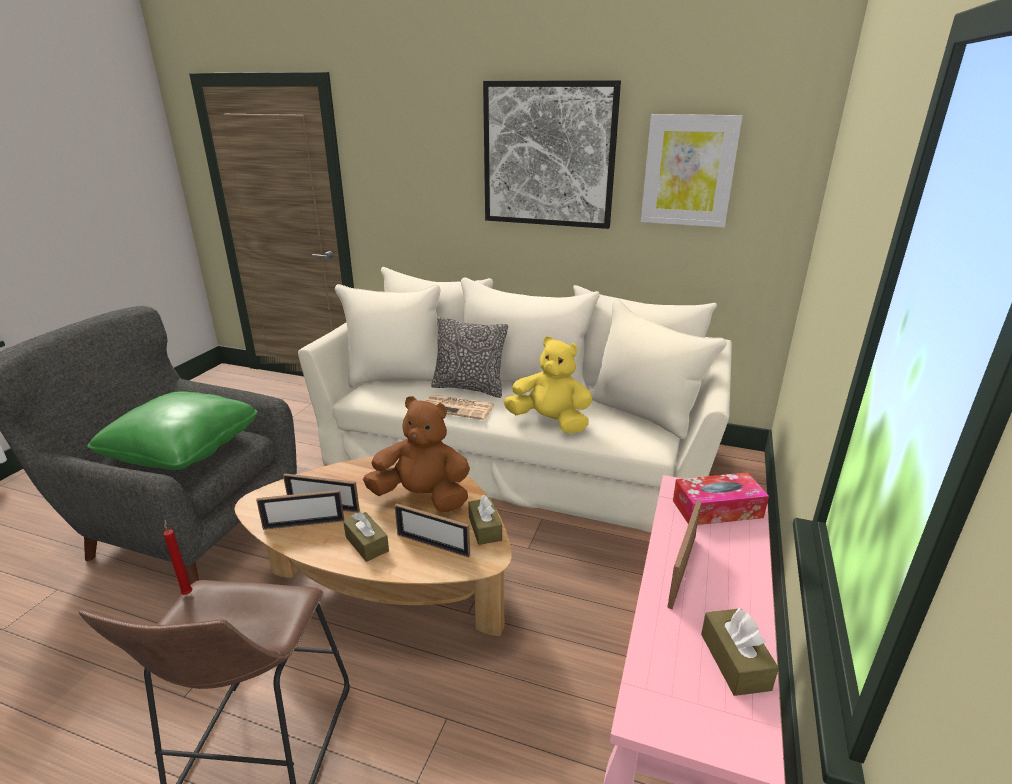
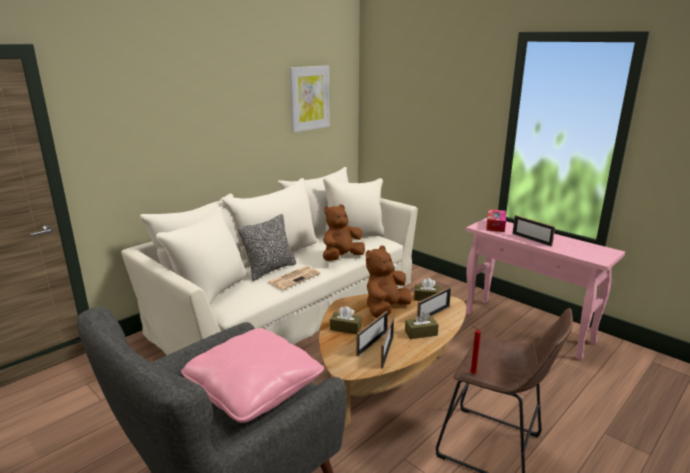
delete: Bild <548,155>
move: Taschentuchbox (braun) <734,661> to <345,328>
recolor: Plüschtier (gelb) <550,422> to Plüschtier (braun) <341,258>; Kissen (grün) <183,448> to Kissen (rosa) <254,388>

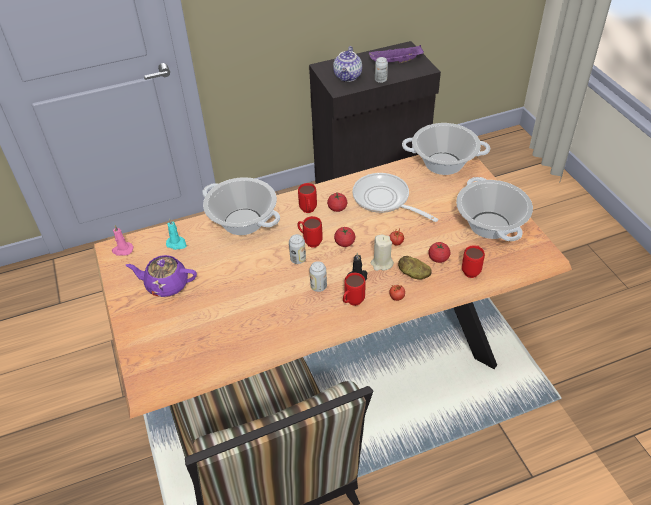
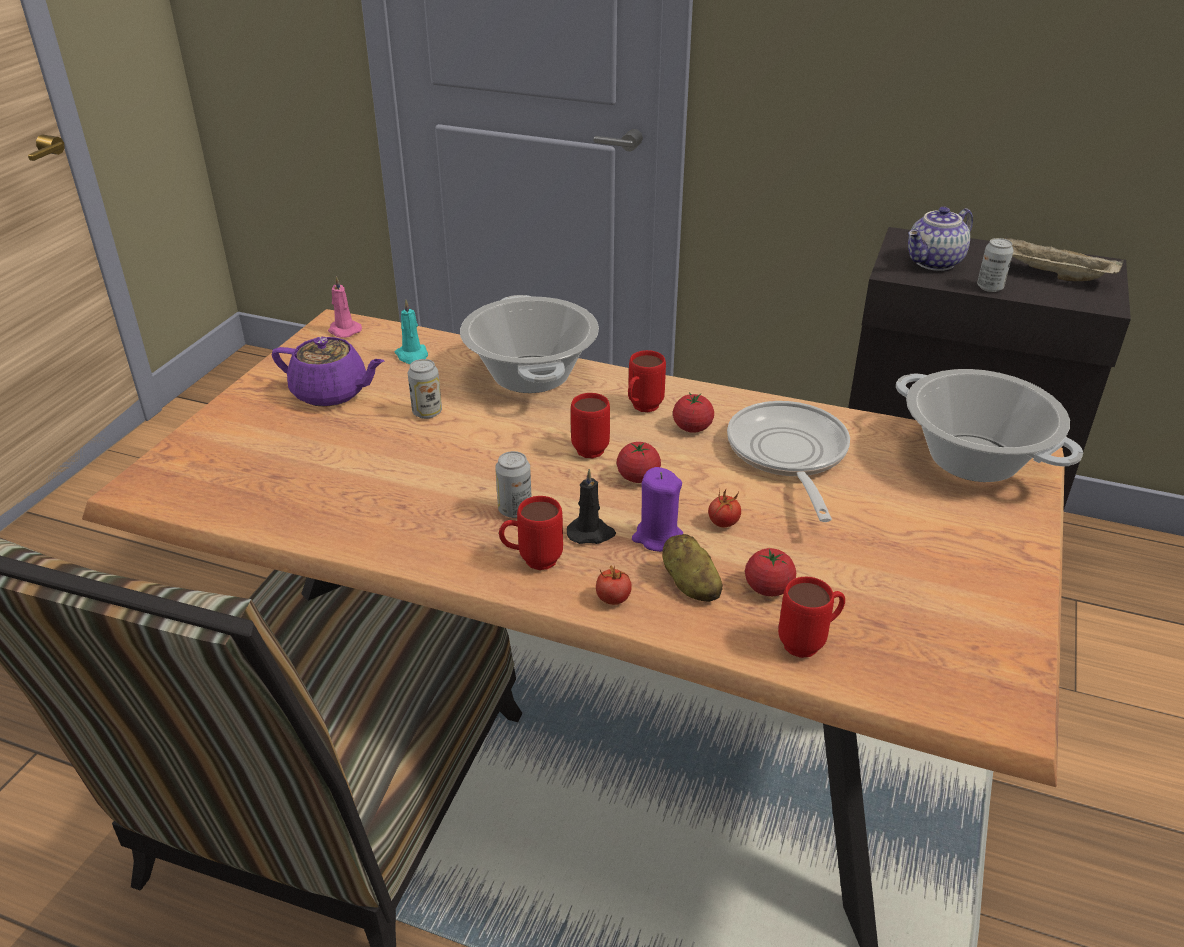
delete: Kochtopf <489,225>
move: Dose <298,259> to <427,412>
recolor: Tablett (lila) <395,62> to Tablett (beige) <1052,275>; Kerze (beige) <381,263> to Kerze (lila) <657,537>
rotate: Teekanne (lila) <166,285> = <332,393> 150 degrees clockwise

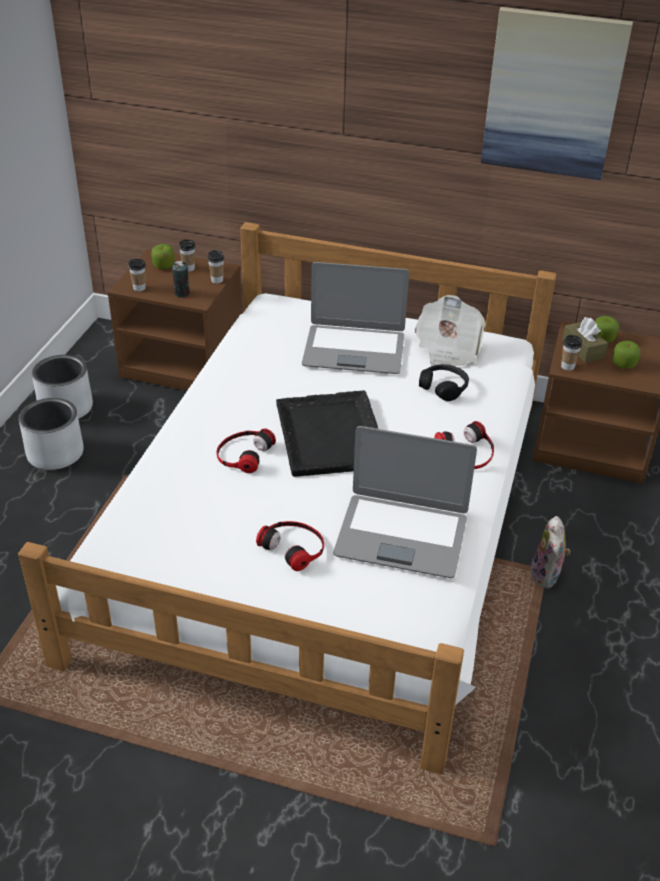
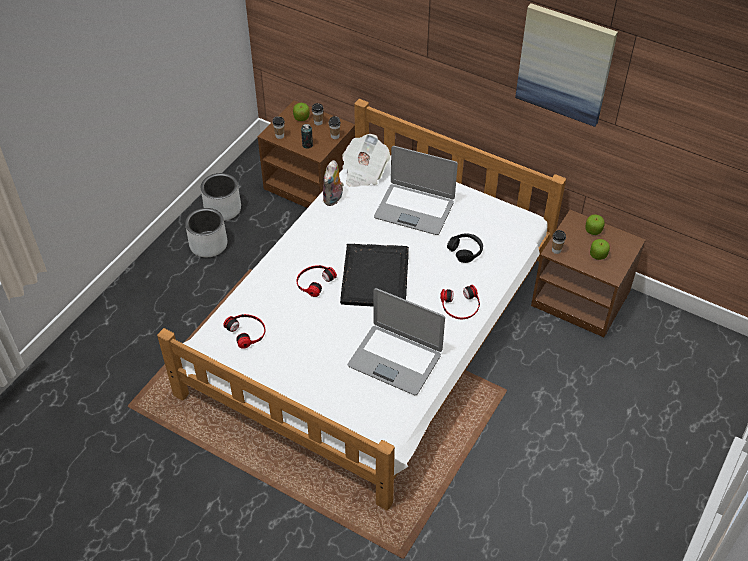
delete: Taschentuchbox (braun) <583,349>
move: Zeitung <447,350> to <364,172>; Plüschtier <547,576> to <333,199>; Kopfhörer <294,546> to <247,331>

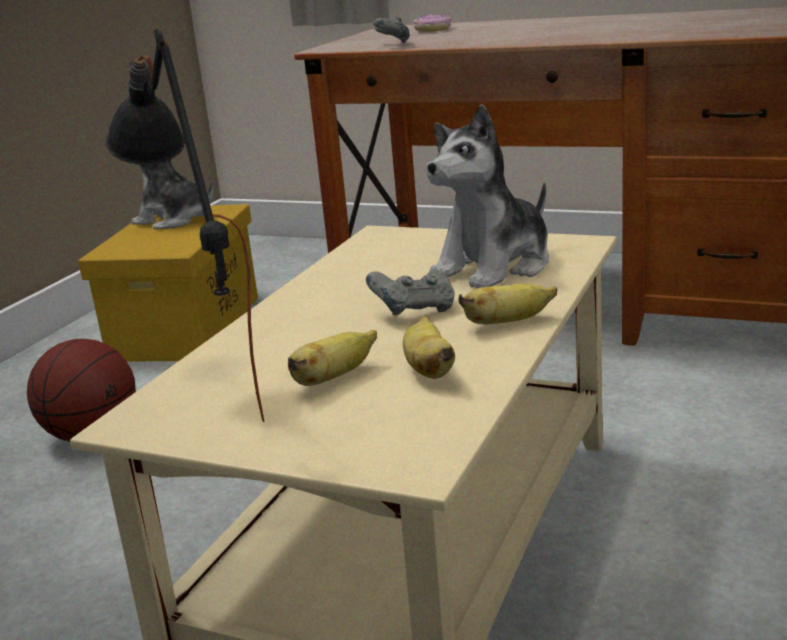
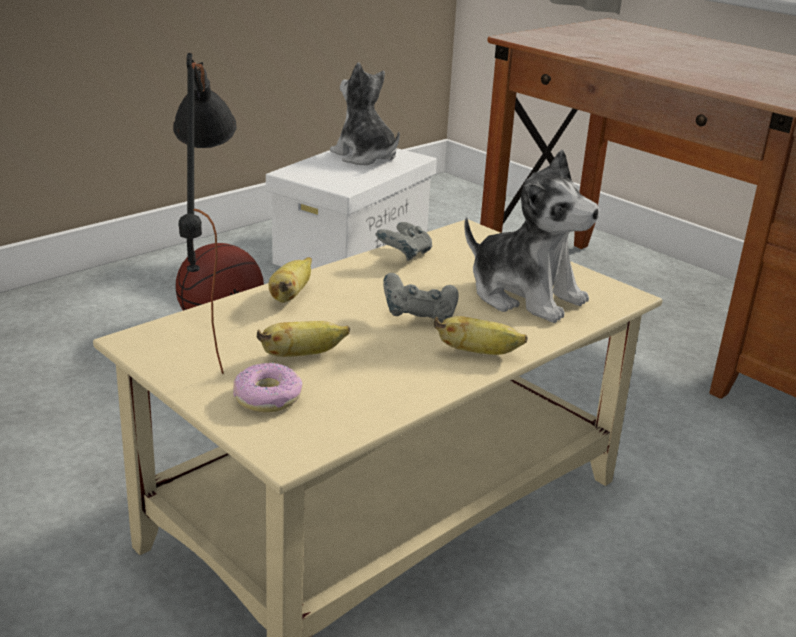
move: Donut <432,30> to <268,397>; Gamepad (grau) <392,45> to <404,256>; Banane <429,369> to <290,295>
recolor: Aufbewahrungsbox (gelb) <187,326> to Aufbewahrungsbox (weiß) <352,252>
rotate: Plüschtier <495,267> = <525,296> 120 degrees counterclockwise

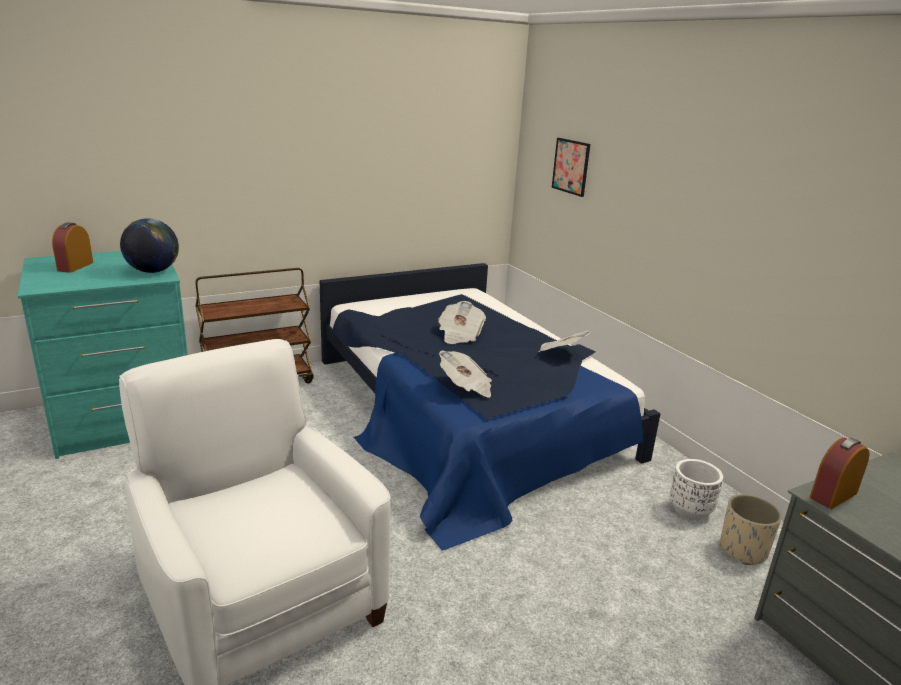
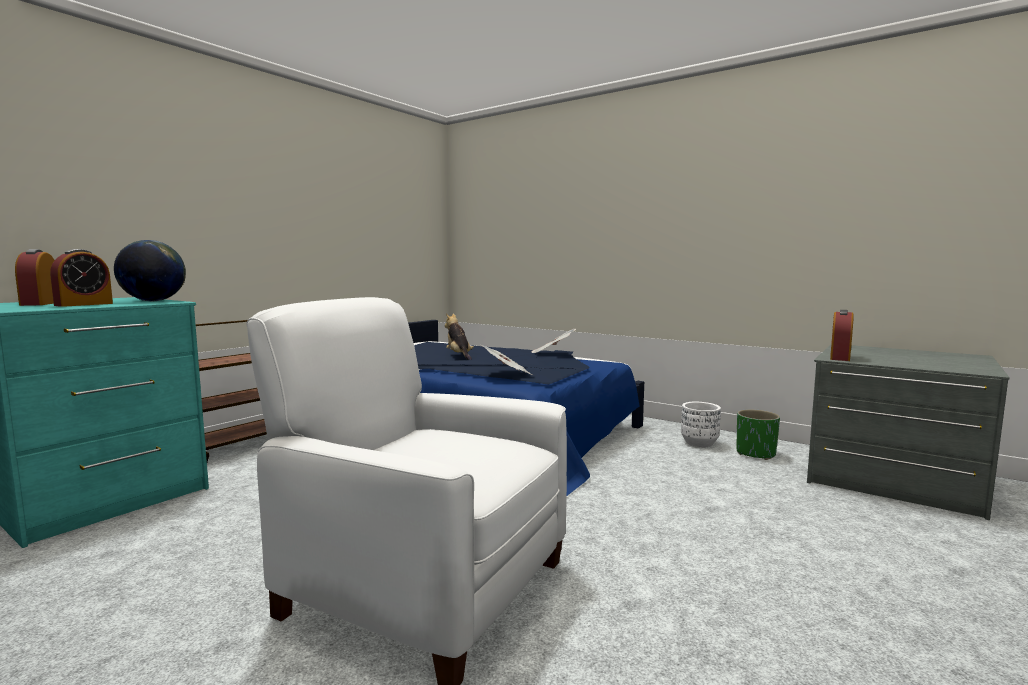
delete: Bild <571,166>
insert: Wecker <84,304>
replace: Zeitung <459,335> to Plüschtier <459,356>
recolor: Pflanzkübel (beige) <743,550> to Pflanzkübel (grün) <756,454>

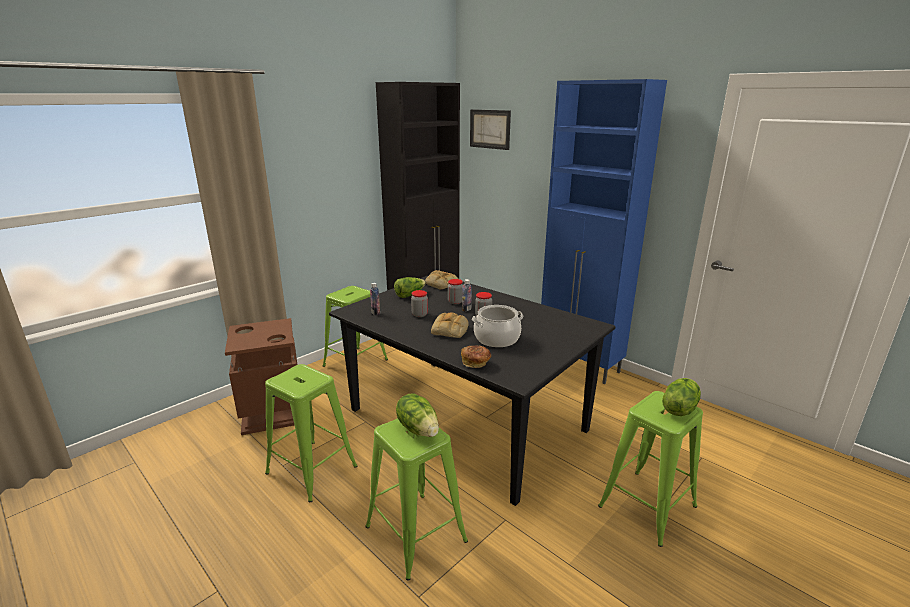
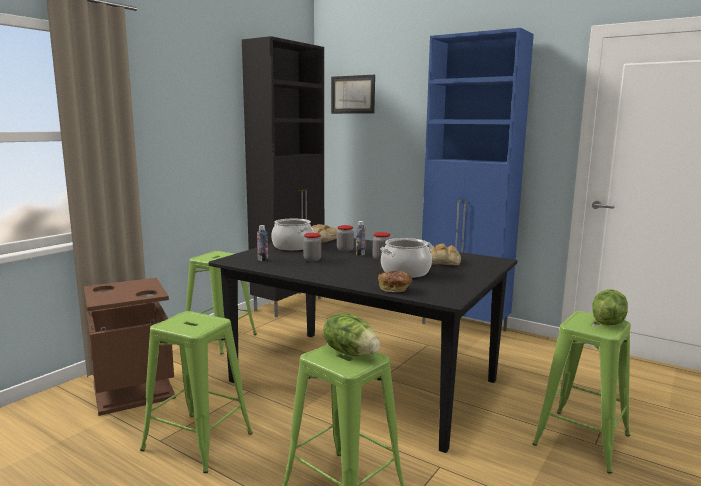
move: Brot <450,330> to <442,261>
replace: Salatkopf <409,295> to Kochtopf <292,247>

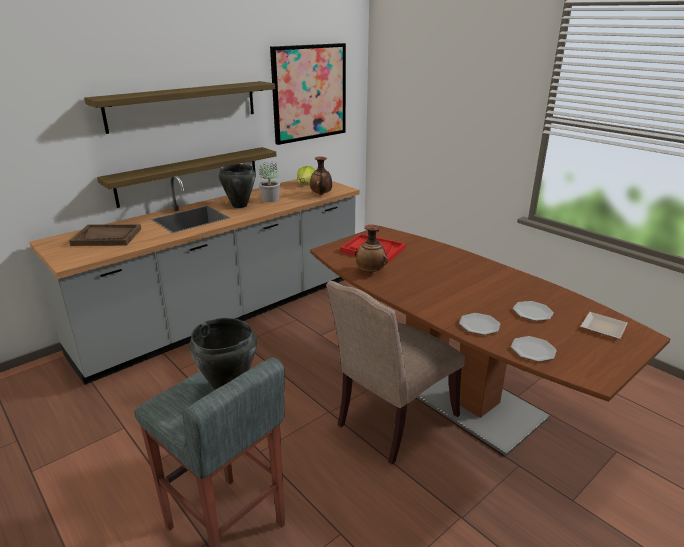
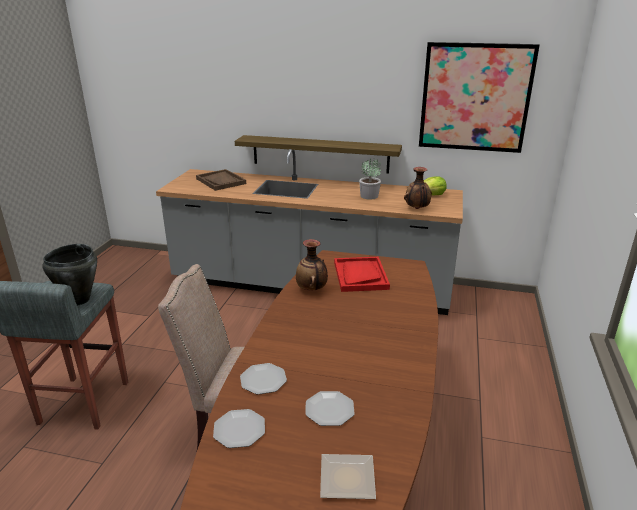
delete: Wandregal <183,105>; Kochtopf (schwarz) <239,206>

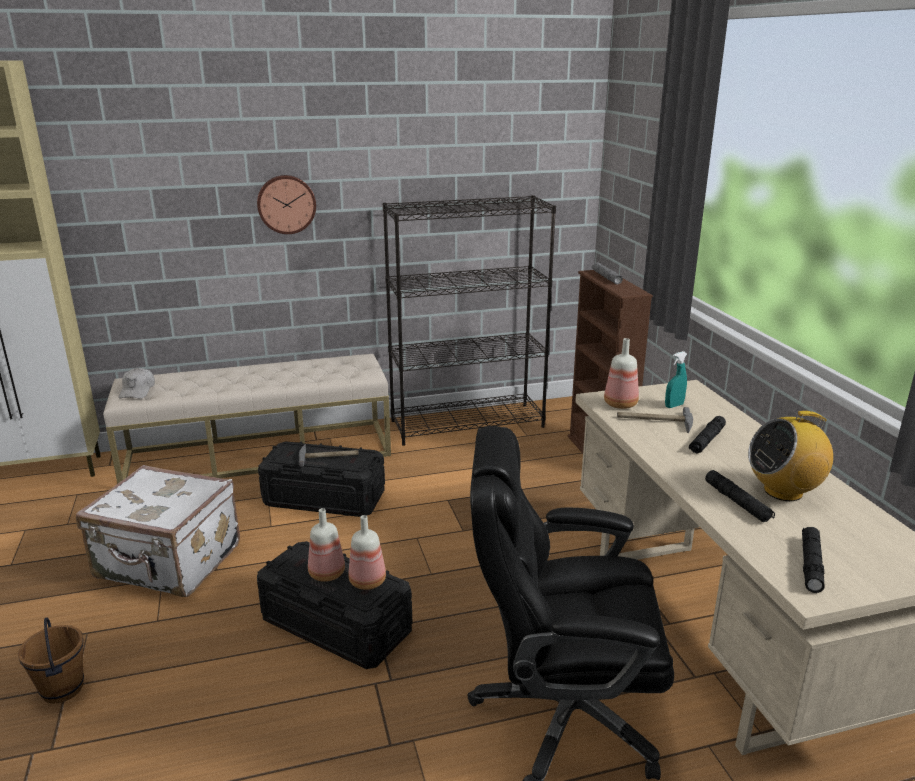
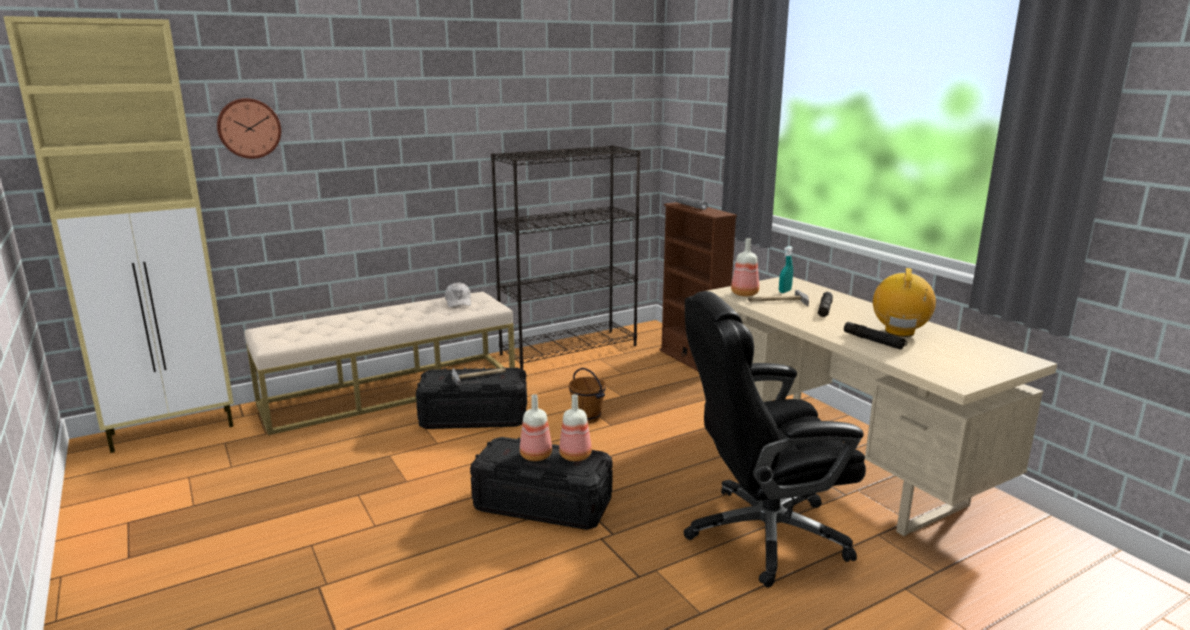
delete: Koffer (weiß) <168,563>; Taschenlampe (schwarz) <811,564>
move: Wanduhr <286,204> to <248,128>; Kappe (weiß) <138,391> to <458,302>; Eimer (braun) <63,689> to <587,417>
rotate: Radio <783,491> = <899,332> 135 degrees clockwise

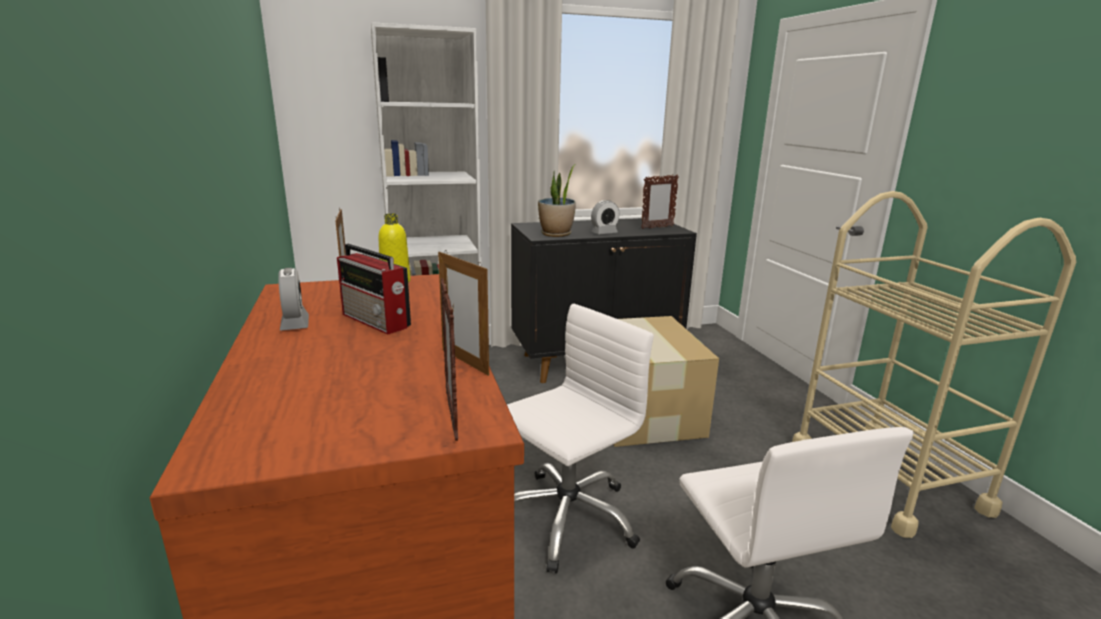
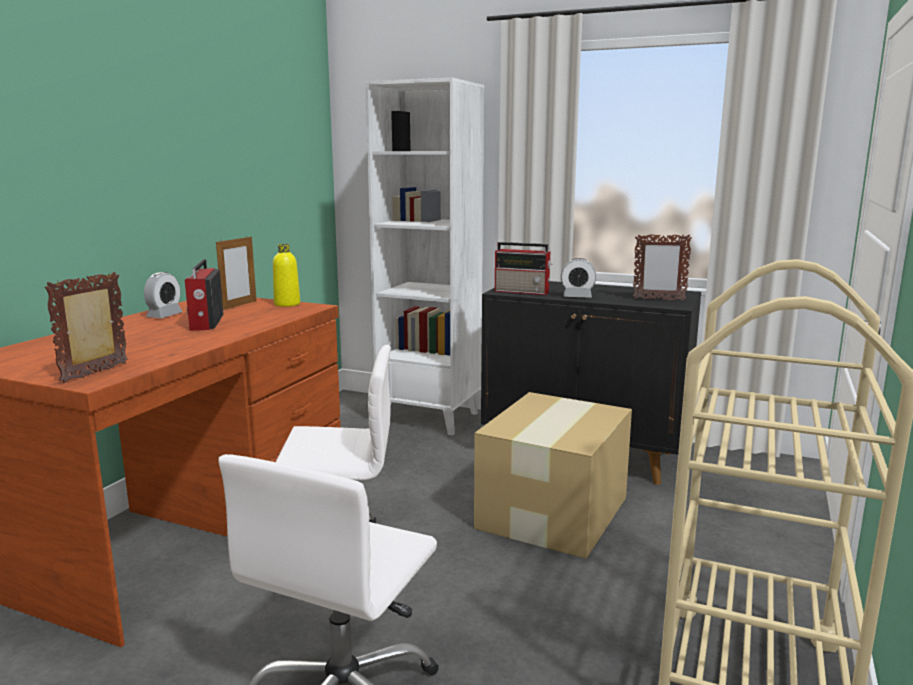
delete: Bilderrahmen <465,361>
replace: Topfpflanze <556,234> to Radio <523,291>

